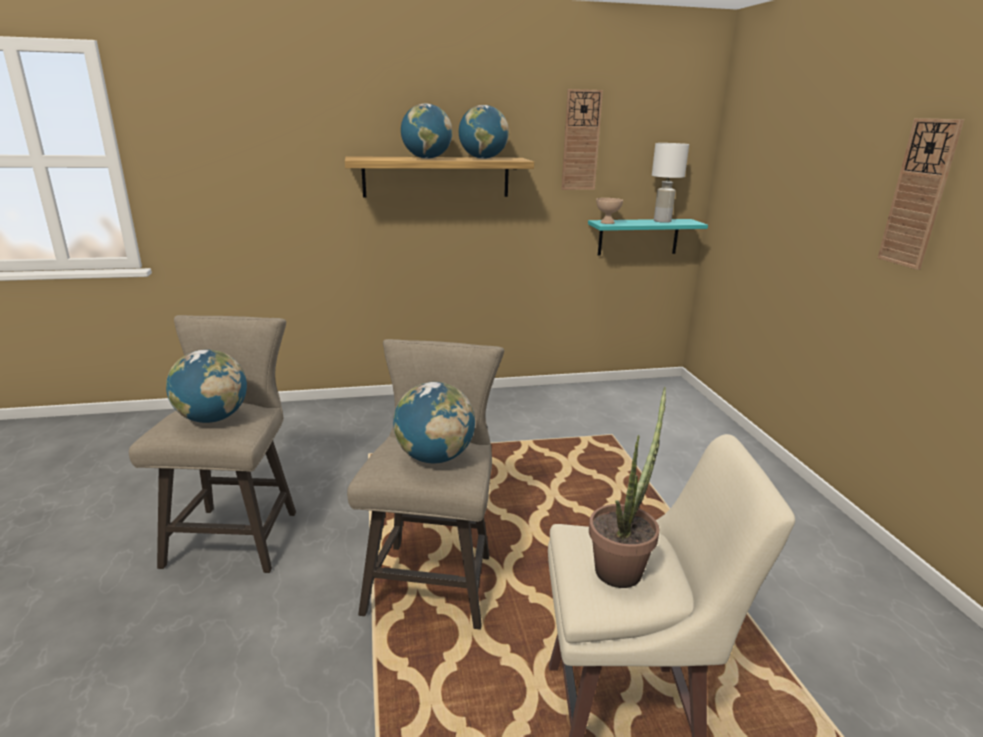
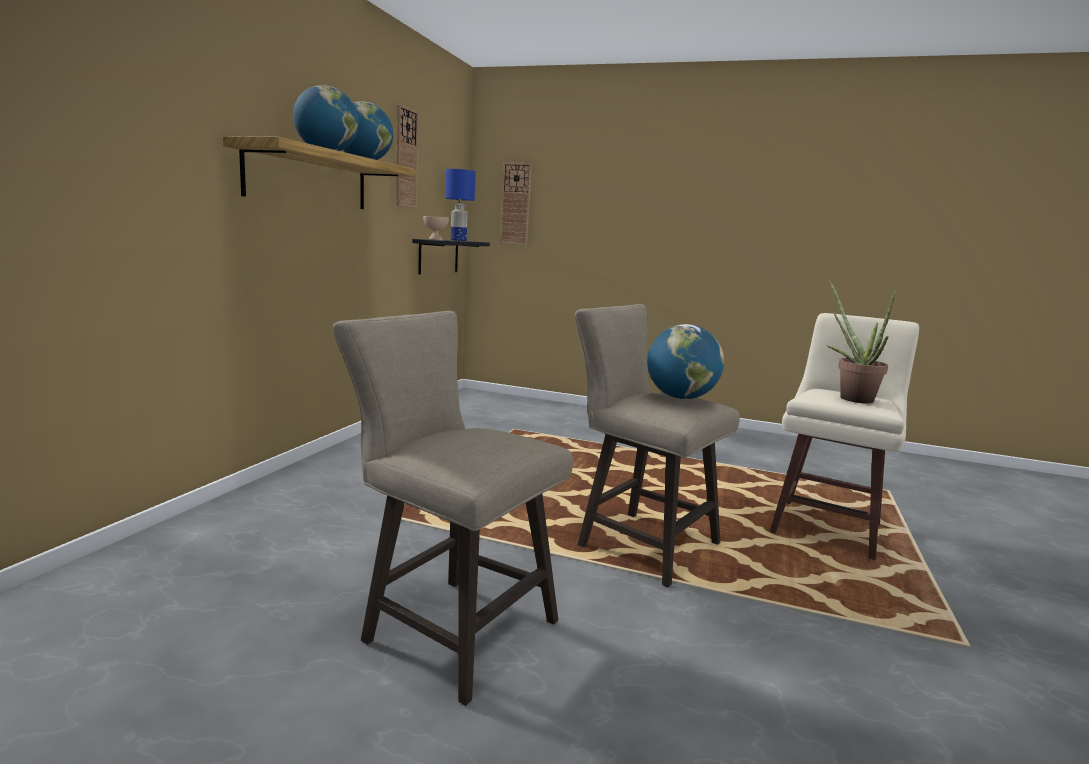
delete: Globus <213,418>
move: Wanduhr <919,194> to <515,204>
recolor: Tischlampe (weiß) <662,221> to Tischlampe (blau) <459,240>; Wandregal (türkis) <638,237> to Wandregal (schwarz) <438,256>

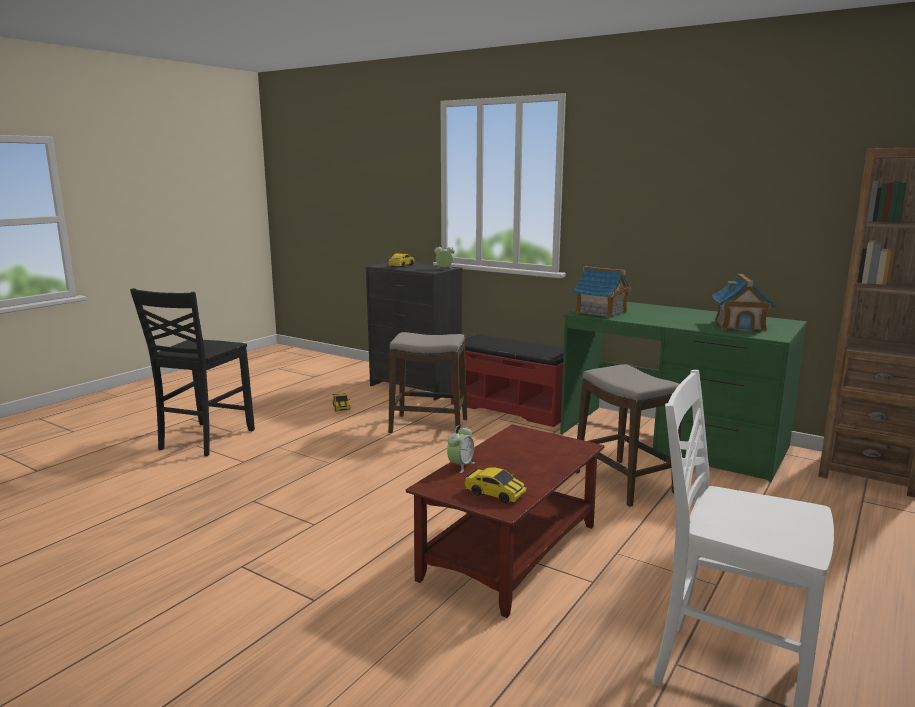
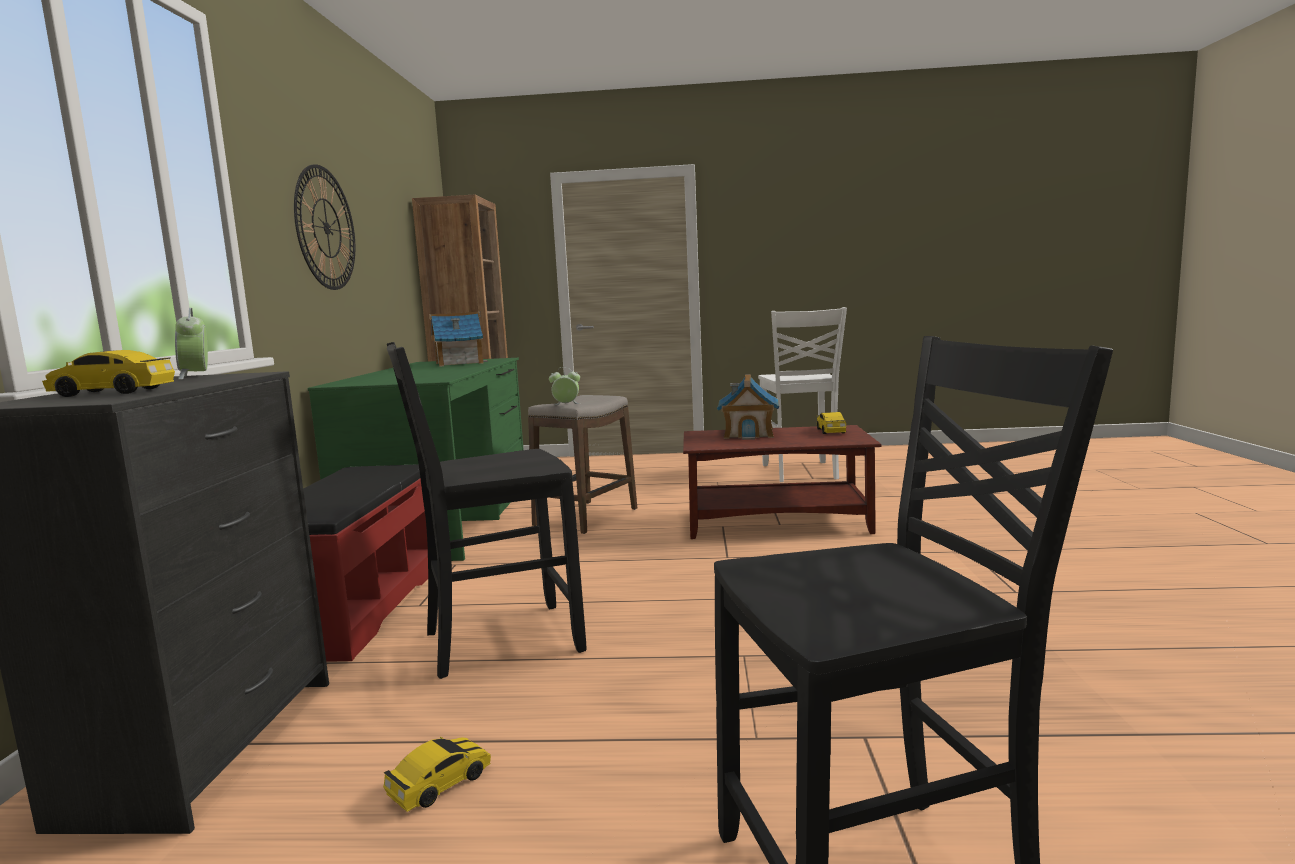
insert: Wanduhr <326,228>
move: Spielzeughaus <601,312> to <749,433>; Wecker <460,466> to <566,405>
replace: Hocker <428,426> to Stuhl (schwarz) <499,640>

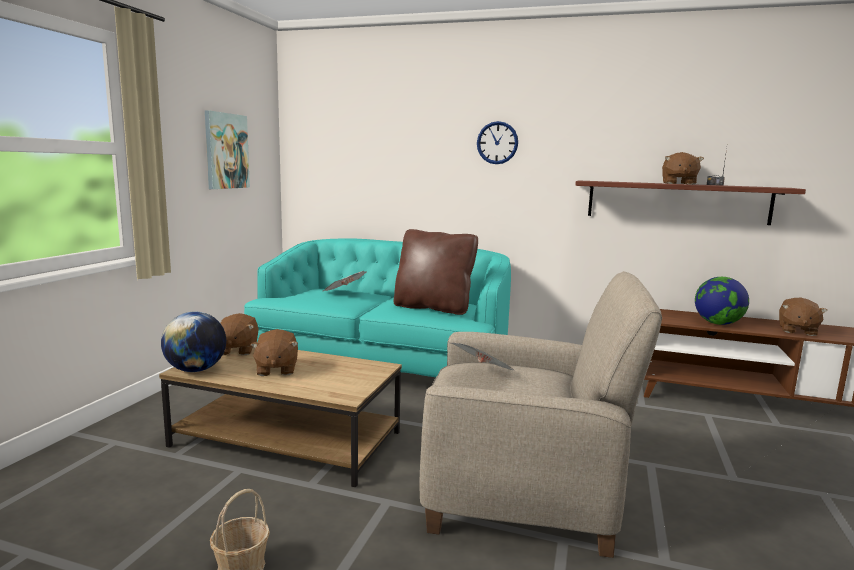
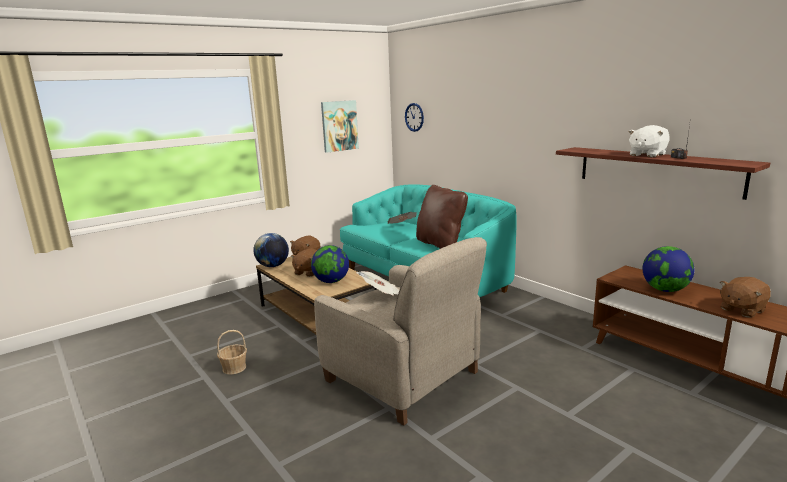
insert: Globus <331,281>
move: Wanduhr <497,143> to <414,117>
recolor: Plüschtier (braun) <678,183> to Plüschtier (weiß) <647,155>

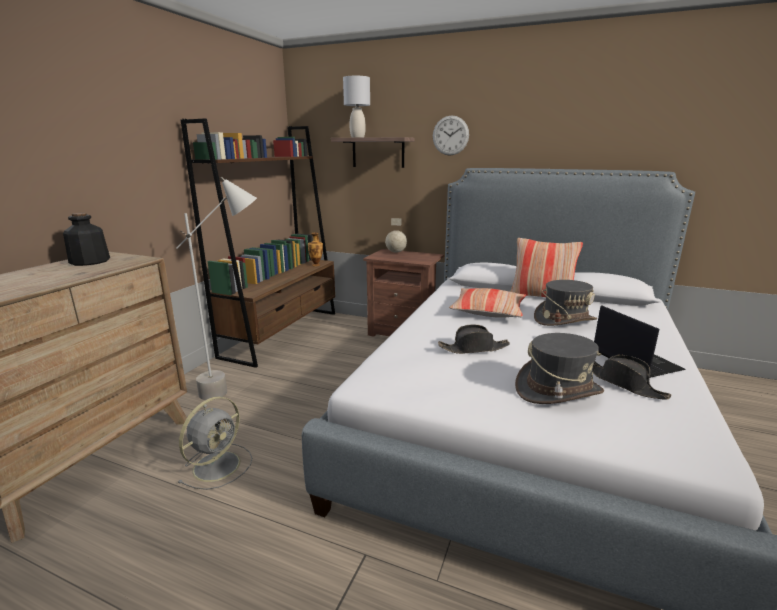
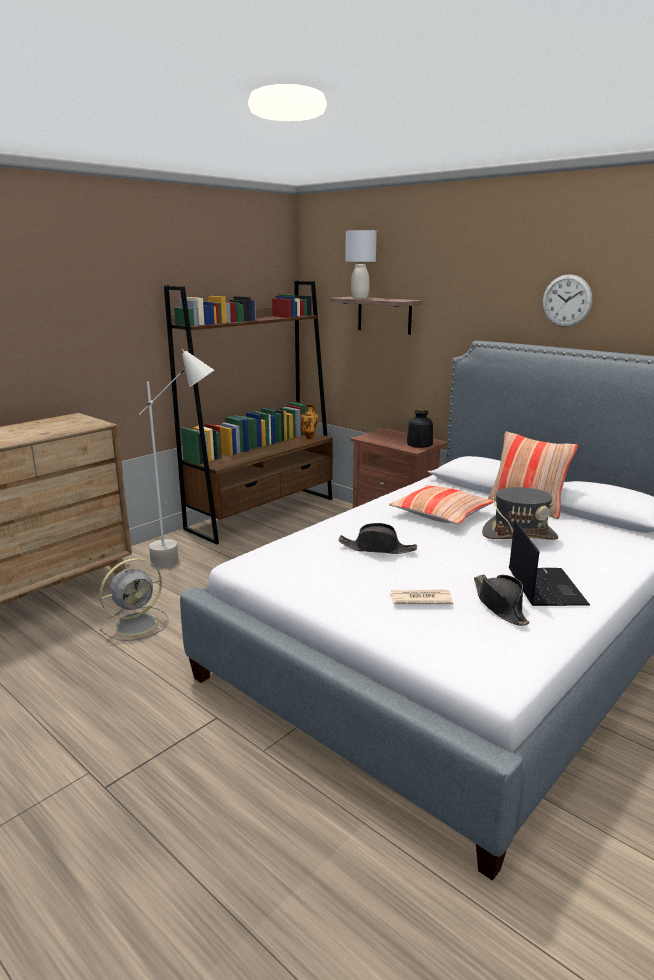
delete: Globus <396,252>
move: Wanduhr <450,135> to <566,301>; Flasche <89,261> to <419,444>
replace: Hut (grau) <558,390> to Zeitung <420,599>

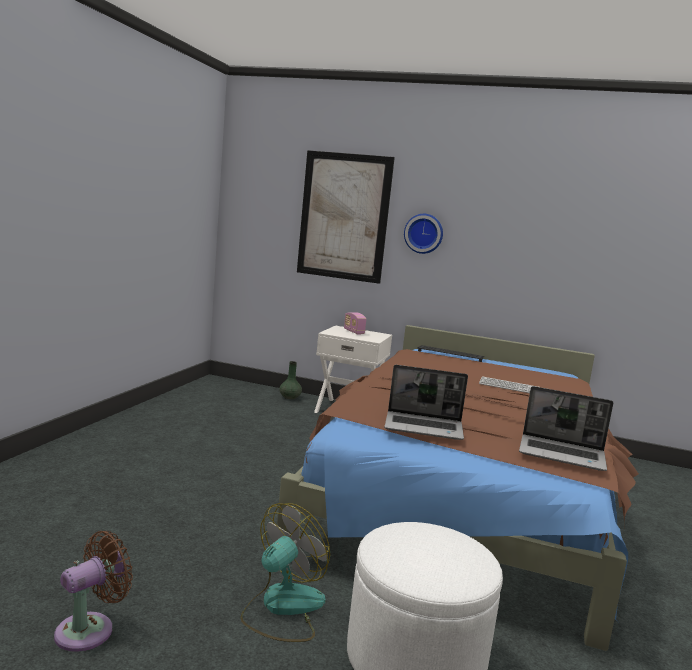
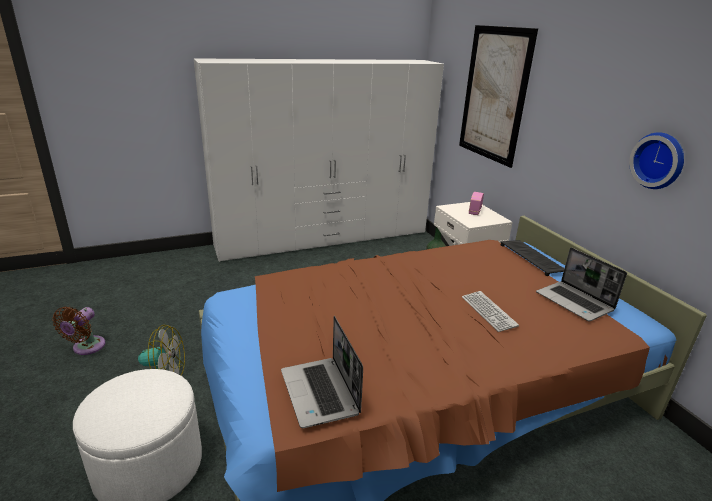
insert: Kleiderschrank (weiß) <324,238>
move: Wanduhr <424,233> to <659,160>; Laptop <424,427> to <575,302>
rotate: Ventilator (braun) <90,629> = <86,348> 105 degrees clockwise

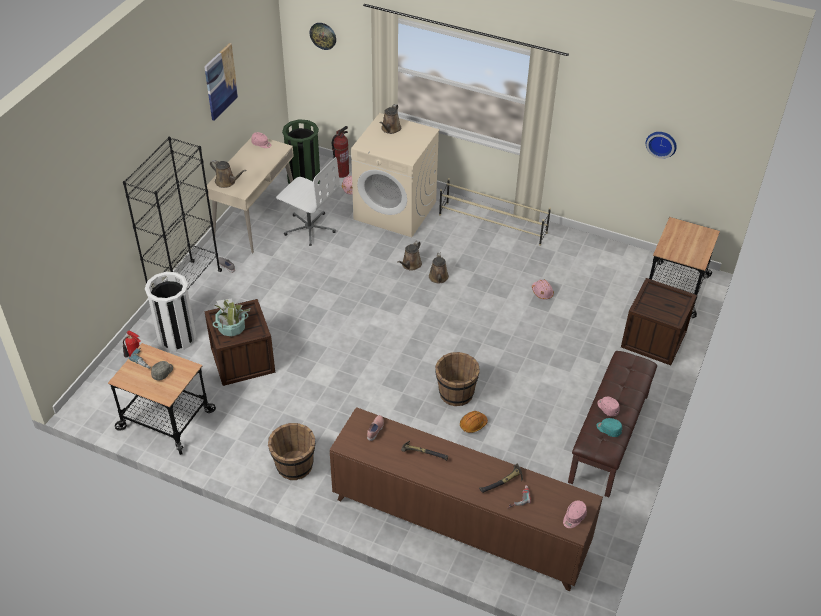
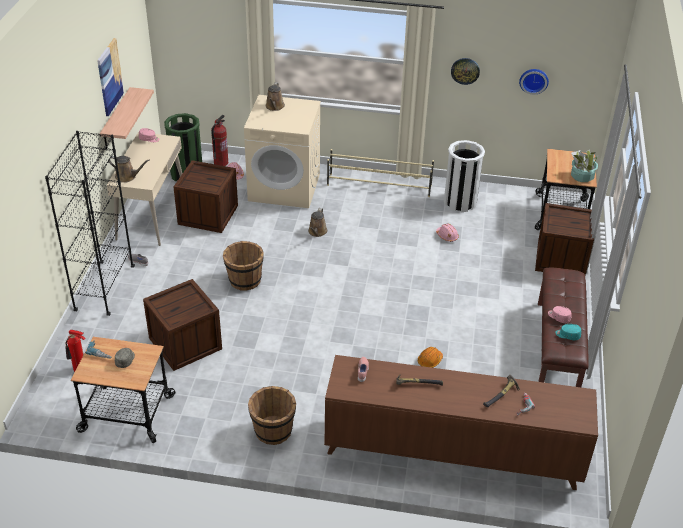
delete: Gießkanne (braun) <438,278>; Kappe (rosa) <573,517>
insert: Wandregal <116,119>
move: Wanduhr <323,35> to <465,70>; Mülleimer (weiß) <177,337> to <460,202>; Topfpflanze <231,328> to <582,176>; Eimer (braun) <455,393> to <244,280>
replace: Bürostuhl (weiß) <309,228> to Kiste <208,215>

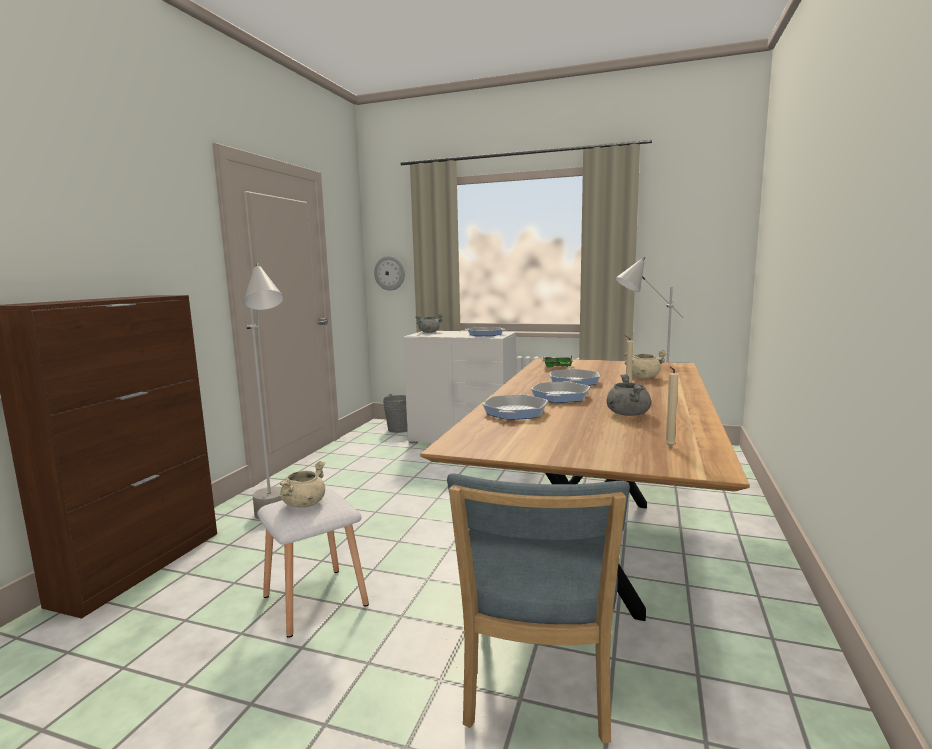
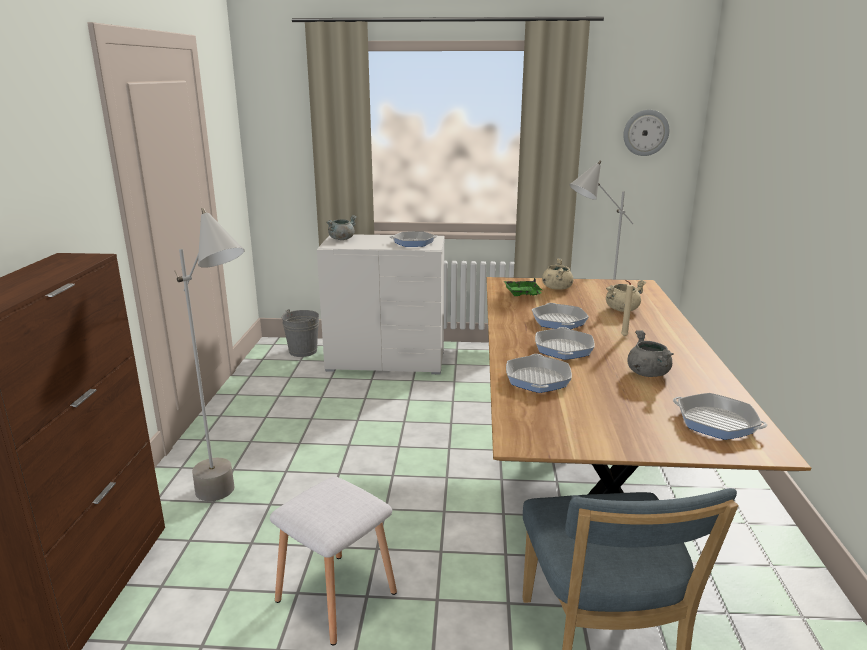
move: Wanduhr <390,273> to <645,133>; Kochtopf (beige) <304,503> to <556,288>
replace: Kerze (beige) <668,447> to Pfanne <716,422>

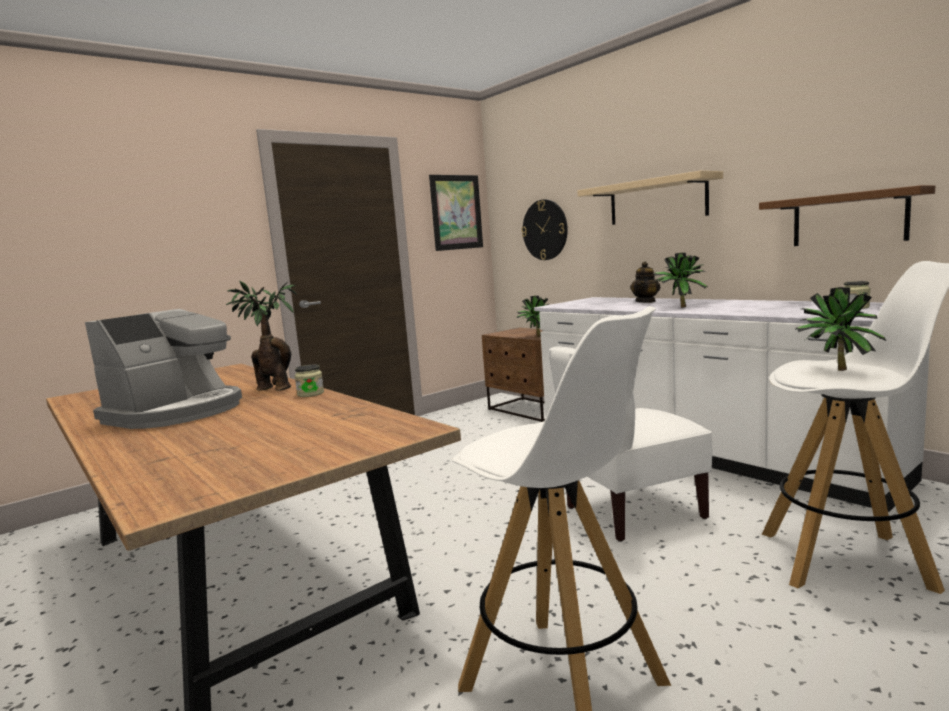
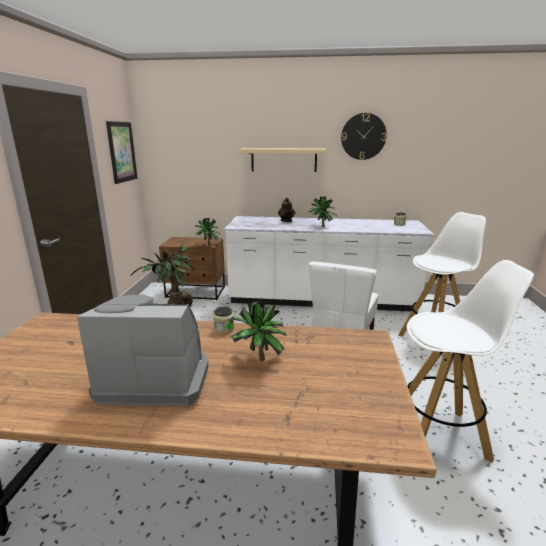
delete: Wandregal (braun) <848,219>
move: Wanduhr <545,230> to <363,136>; Topfpflanze <835,370> to <257,360>
rotate: Kaffeemaschine <177,412> = <155,378> 75 degrees counterclockwise

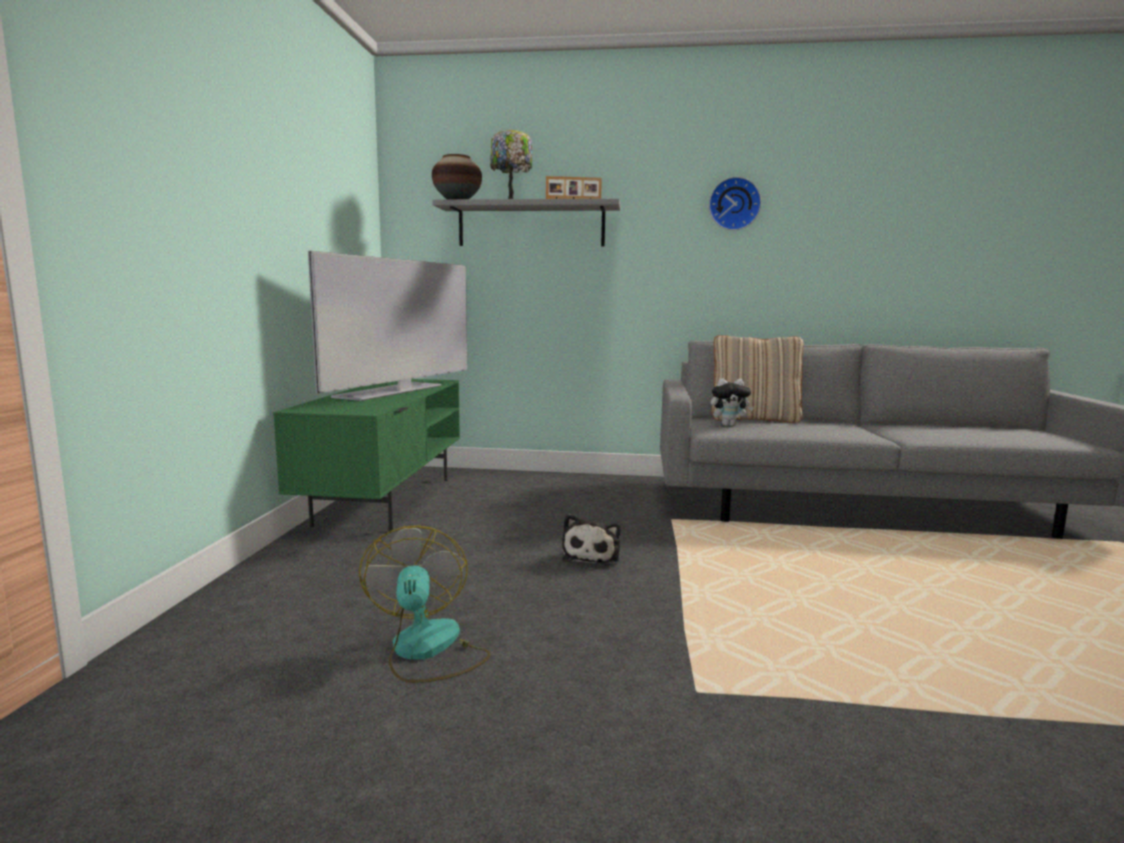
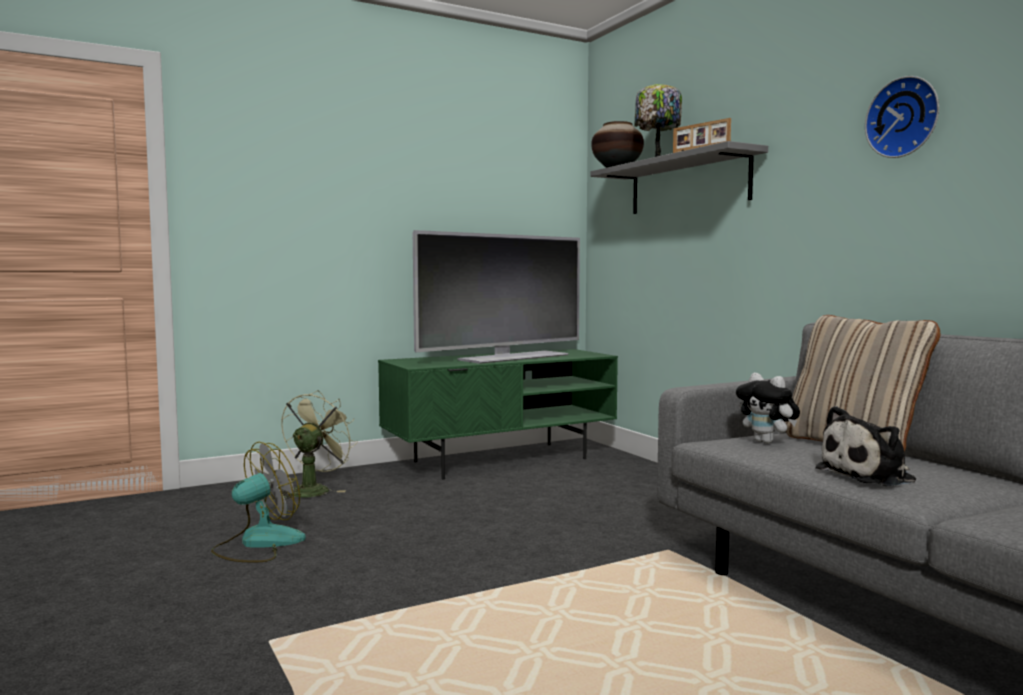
insert: Ventilator (grün) <314,490>
move: Plüschtier <592,555> to <870,475>
rotate: Fernseher <392,391> = <512,357> 150 degrees clockwise

